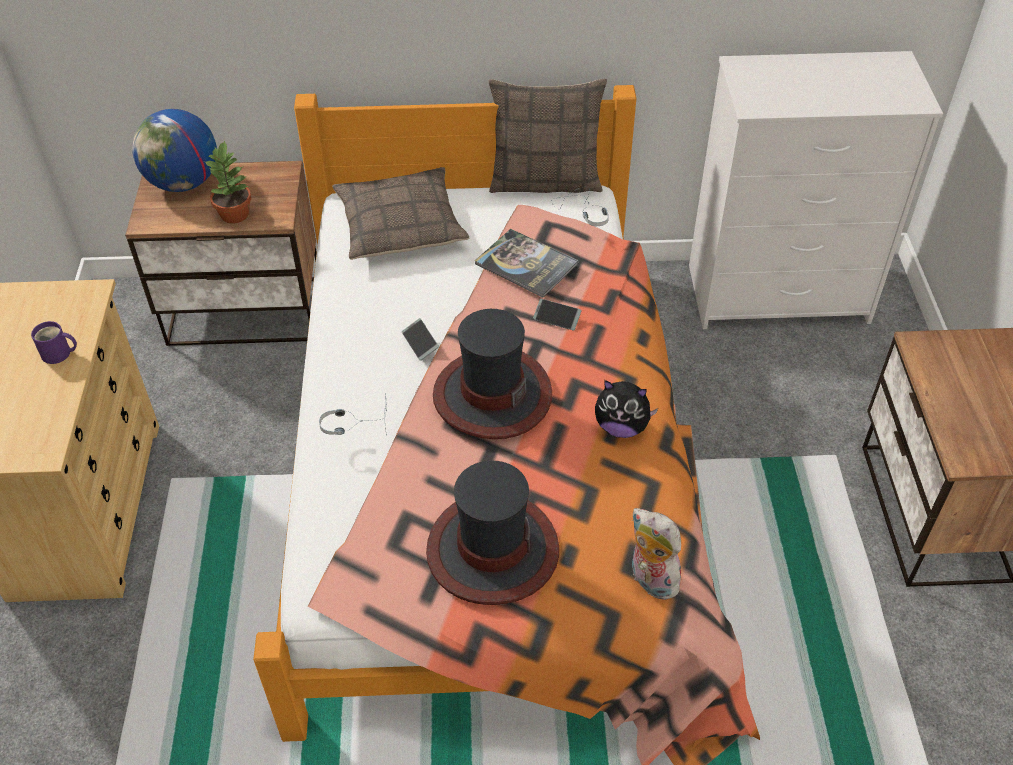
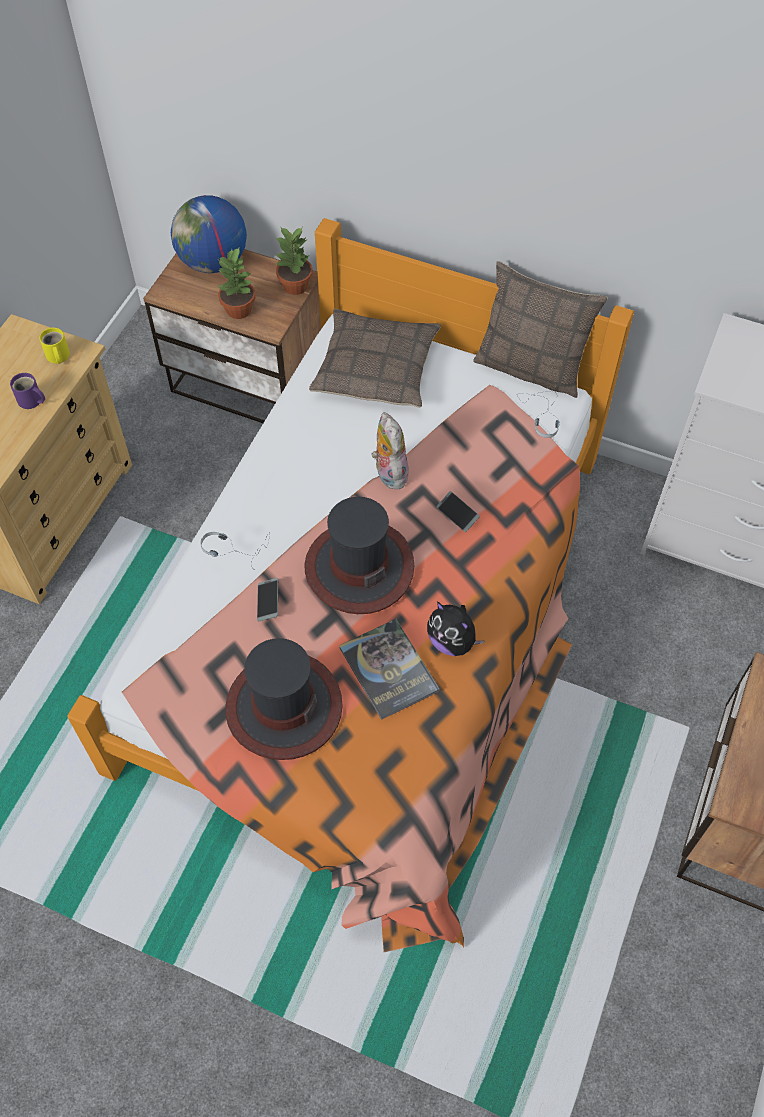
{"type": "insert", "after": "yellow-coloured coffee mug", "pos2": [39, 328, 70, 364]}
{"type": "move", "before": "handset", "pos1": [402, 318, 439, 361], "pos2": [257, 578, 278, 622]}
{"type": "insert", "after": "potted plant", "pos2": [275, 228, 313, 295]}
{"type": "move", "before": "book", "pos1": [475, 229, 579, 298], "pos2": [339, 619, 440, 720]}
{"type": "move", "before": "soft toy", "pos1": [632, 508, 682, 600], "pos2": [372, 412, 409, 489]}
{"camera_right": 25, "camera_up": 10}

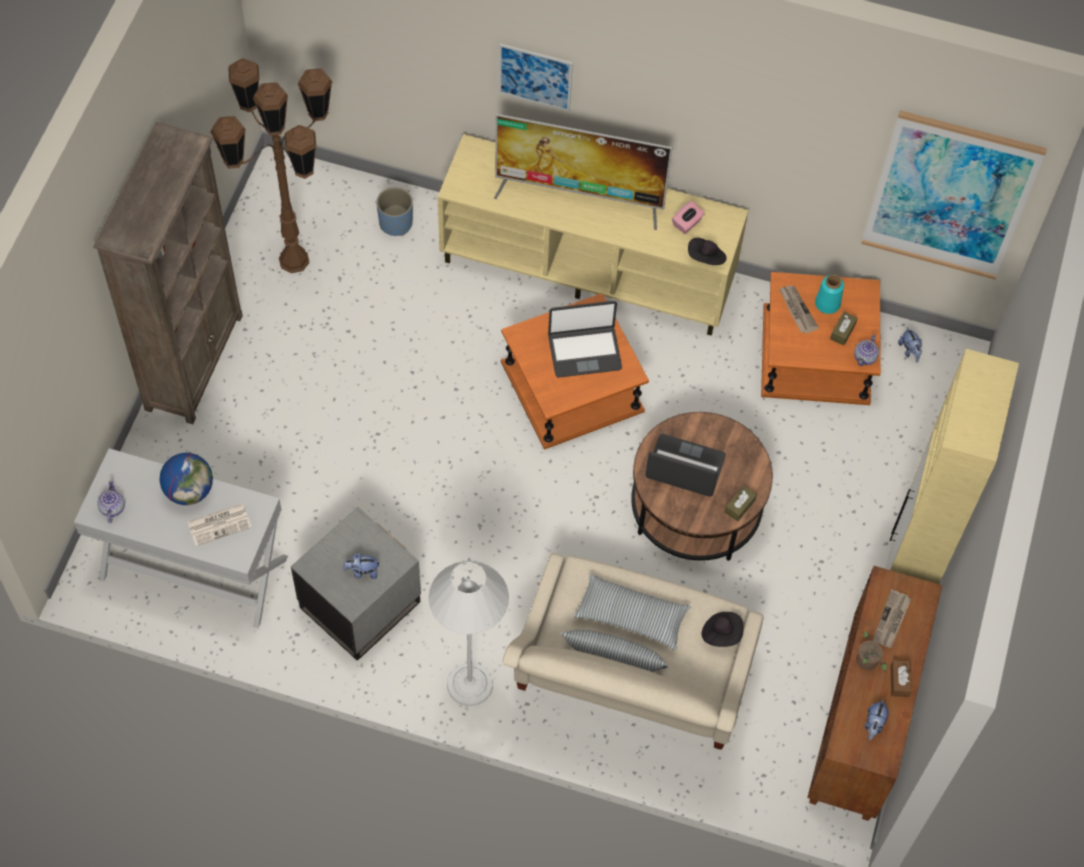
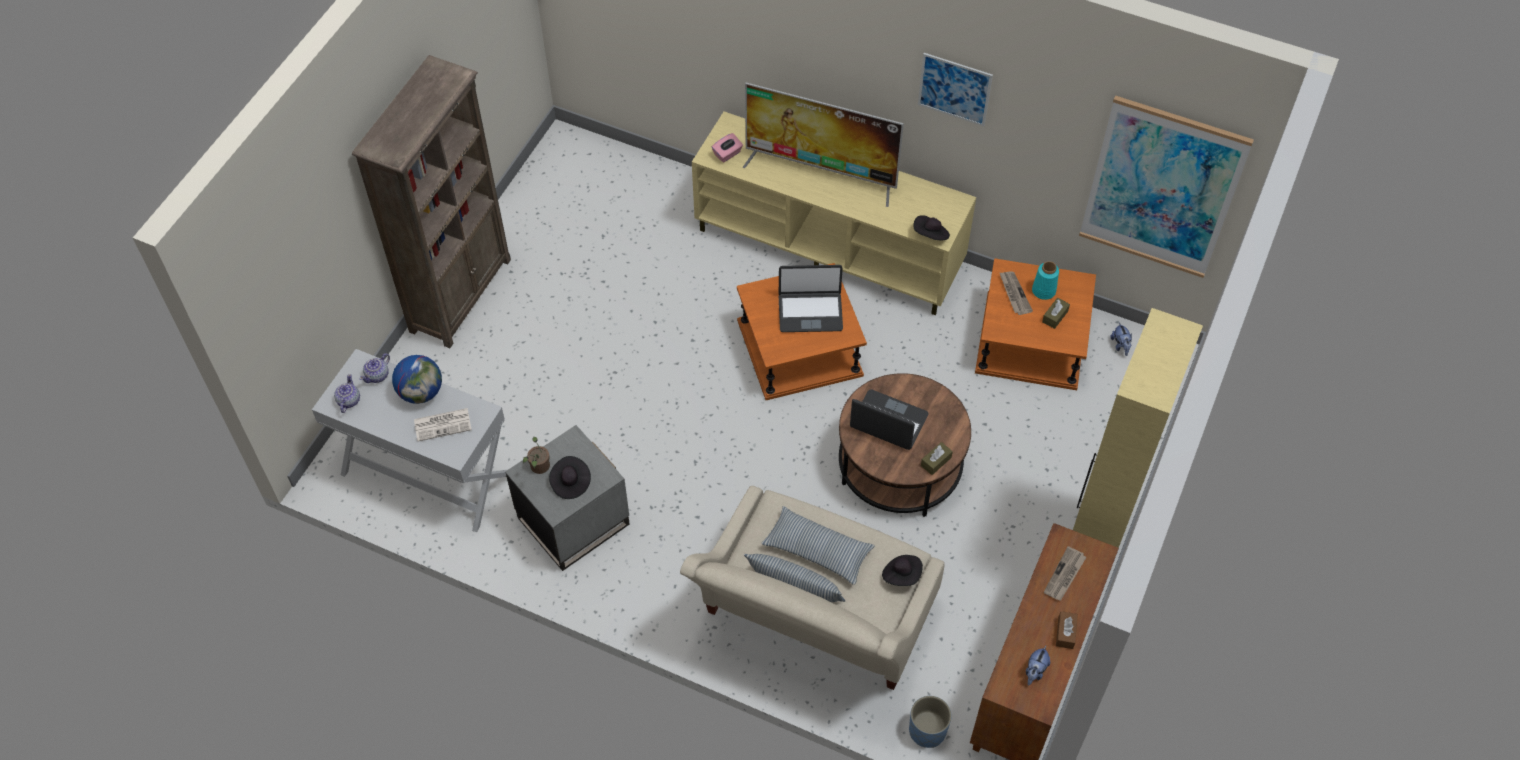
{"type": "move", "before": "tea pot", "pos1": [854, 334, 879, 366], "pos2": [360, 353, 390, 383]}
{"type": "move", "before": "potted plant", "pos1": [856, 632, 887, 672], "pos2": [523, 437, 550, 474]}
{"type": "replace", "before": "soft toy", "after": "black wearable hat", "pos1": [343, 553, 380, 579], "pos2": [549, 456, 591, 499]}
{"type": "move", "before": "pinkish box of tissues", "pos1": [672, 201, 705, 234], "pos2": [712, 133, 743, 162]}
{"type": "move", "before": "blue-coloured flower pot", "pos1": [376, 187, 413, 236], "pos2": [909, 696, 952, 748]}
{"type": "move", "before": "wall art", "pos1": [499, 44, 573, 111], "pos2": [918, 53, 993, 126]}
{"type": "delete", "before": "brown-coloured floor lamp", "pos1": [210, 58, 332, 273]}
{"type": "delete", "before": "whitish floor lamp", "pos1": [429, 561, 509, 706]}
{"camera_right": 10, "camera_up": -5}

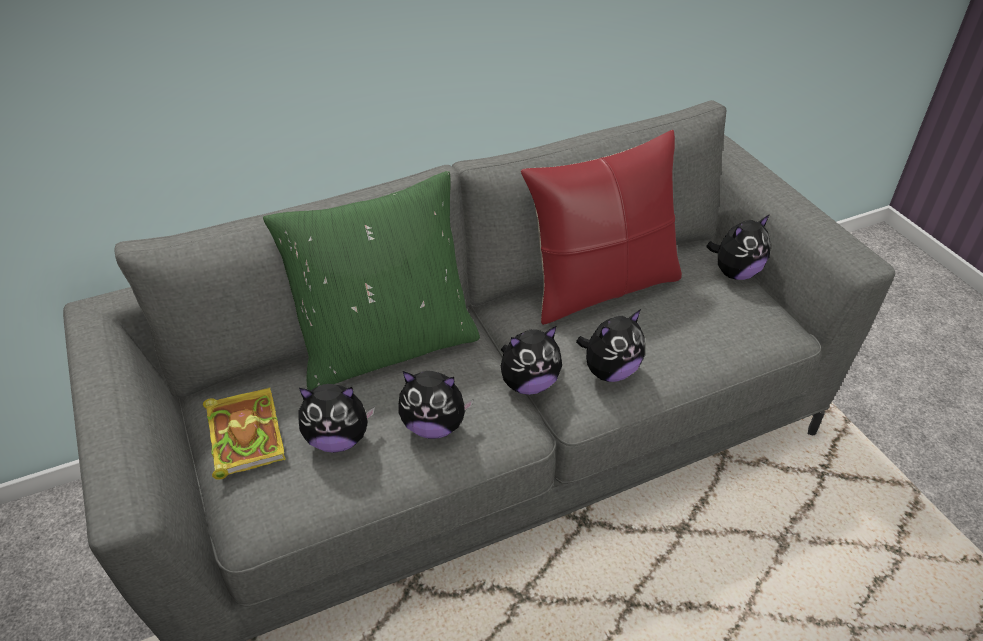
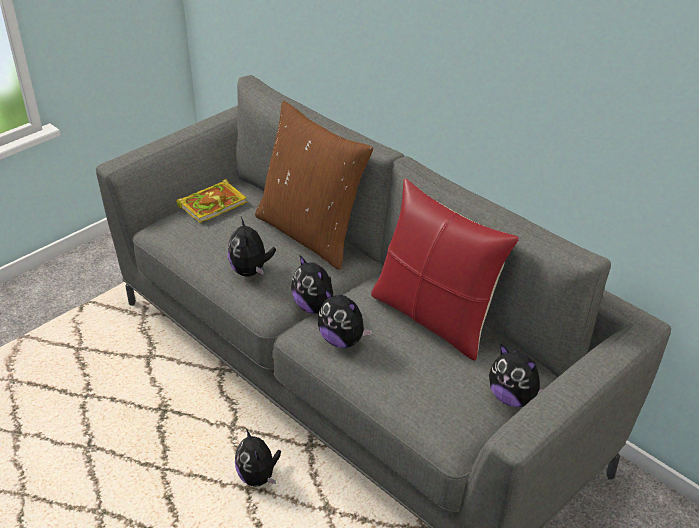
{"type": "move", "before": "soft toy", "pos1": [299, 384, 375, 453], "pos2": [235, 428, 281, 487]}
{"type": "recolor", "before": "green-coloured pillow", "after": "brown-coloured pillow", "pos1": [263, 171, 480, 390], "pos2": [255, 101, 373, 270]}
{"camera_right": 70, "camera_up": -5}

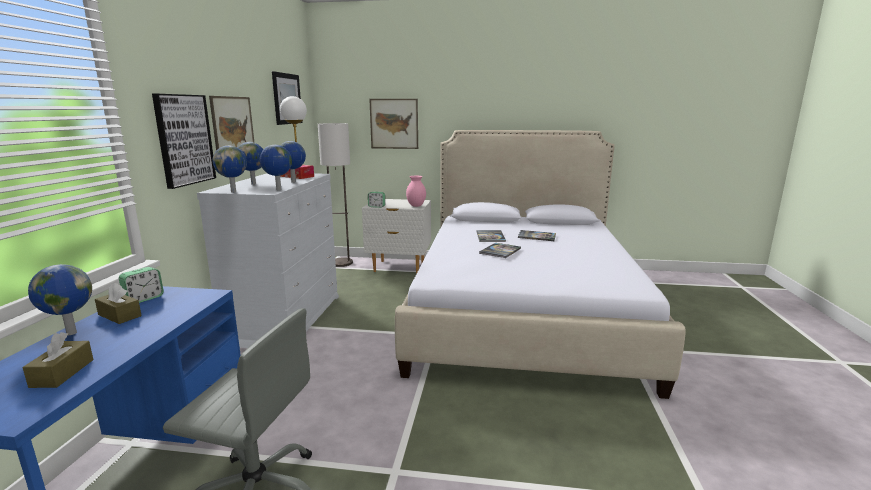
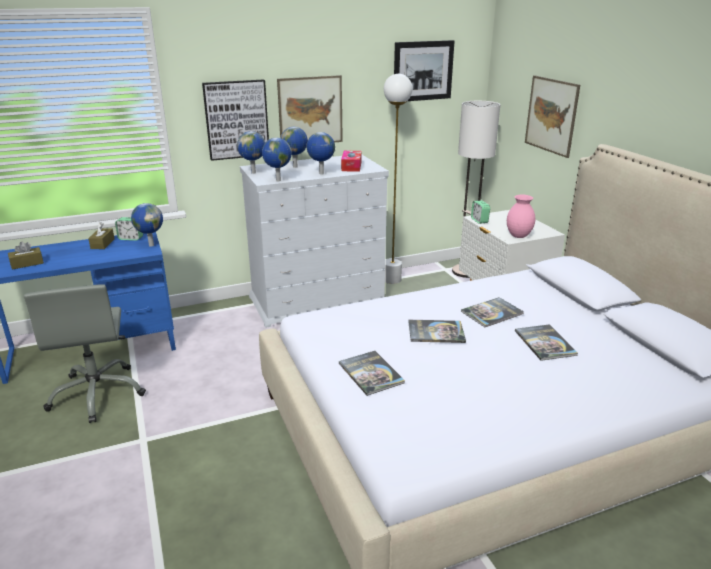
{"type": "move", "before": "globe", "pos1": [28, 264, 92, 335], "pos2": [131, 203, 163, 246]}
{"type": "insert", "after": "book", "pos2": [339, 351, 405, 396]}
{"camera_right": 60, "camera_up": 10}

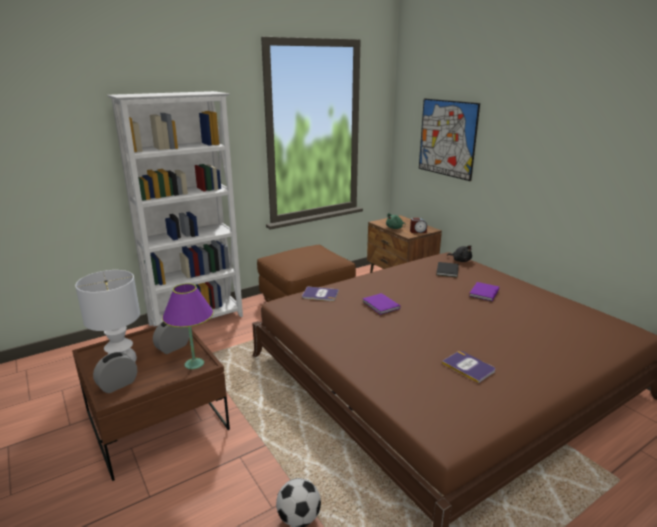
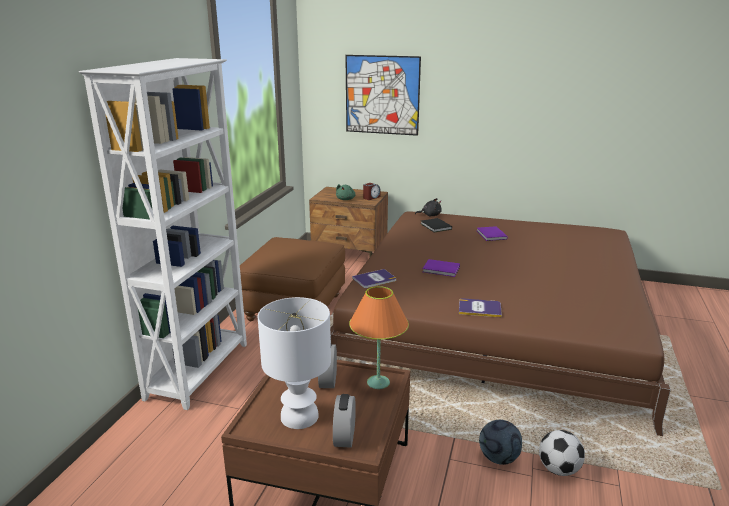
{"type": "recolor", "before": "purplish lamp for a table", "after": "orangey lamp for a table", "pos1": [162, 283, 213, 369], "pos2": [349, 286, 409, 389]}
{"type": "move", "before": "book", "pos1": [442, 351, 495, 383], "pos2": [459, 298, 502, 317]}
{"type": "insert", "after": "football", "pos2": [479, 420, 522, 465]}
{"camera_right": -40, "camera_up": 0}

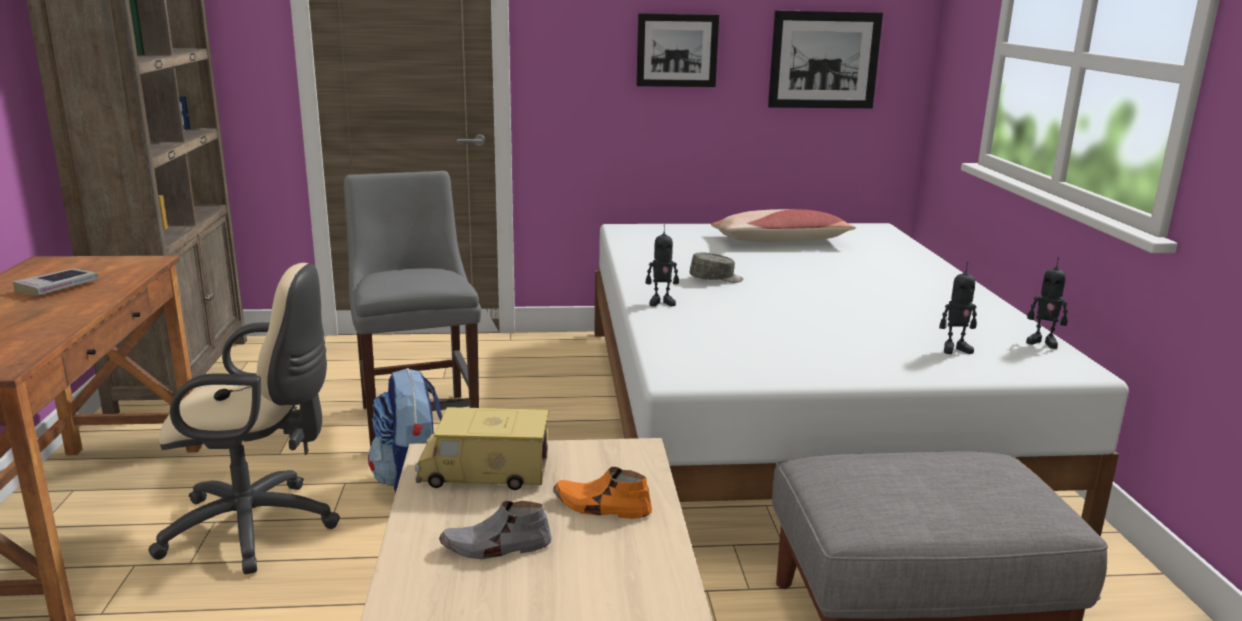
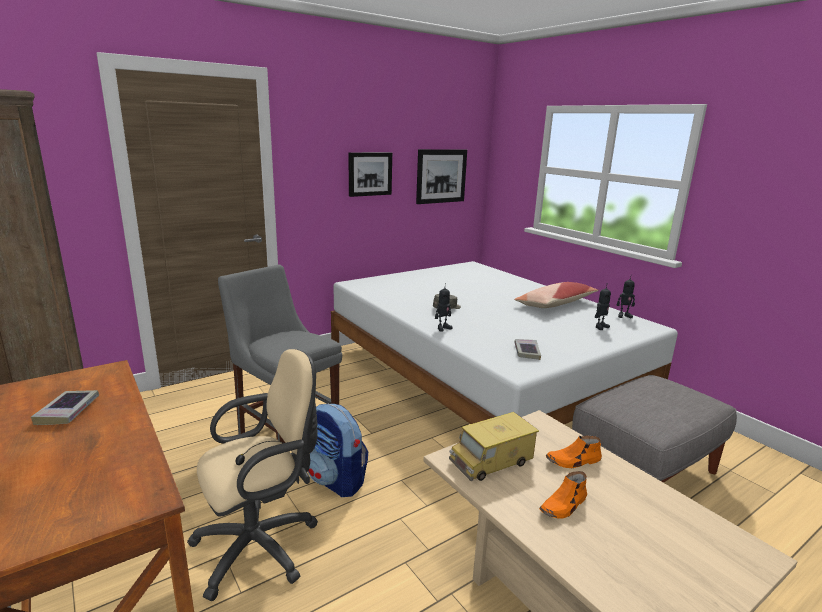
{"type": "move", "before": "pillow", "pos1": [711, 209, 856, 242], "pos2": [514, 282, 598, 308]}
{"type": "insert", "after": "book", "pos2": [514, 339, 541, 360]}
{"type": "recolor", "before": "gray shoe", "after": "orangey shoe", "pos1": [439, 501, 552, 559], "pos2": [539, 471, 587, 518]}
{"camera_right": -30, "camera_up": 0}

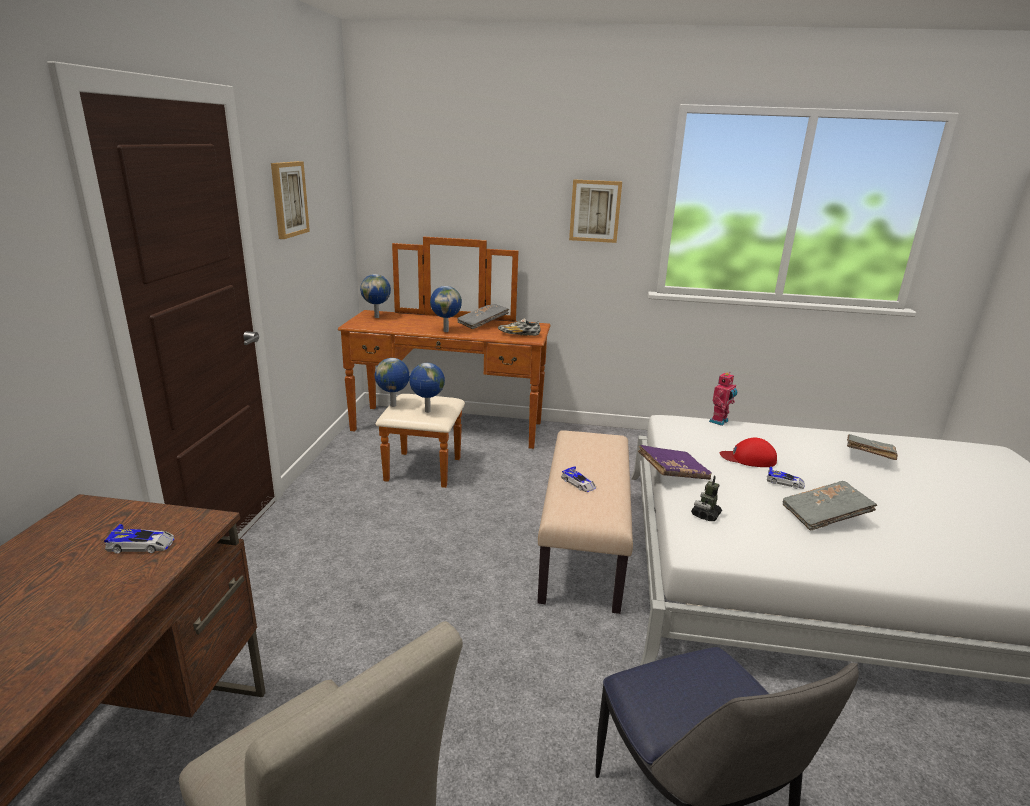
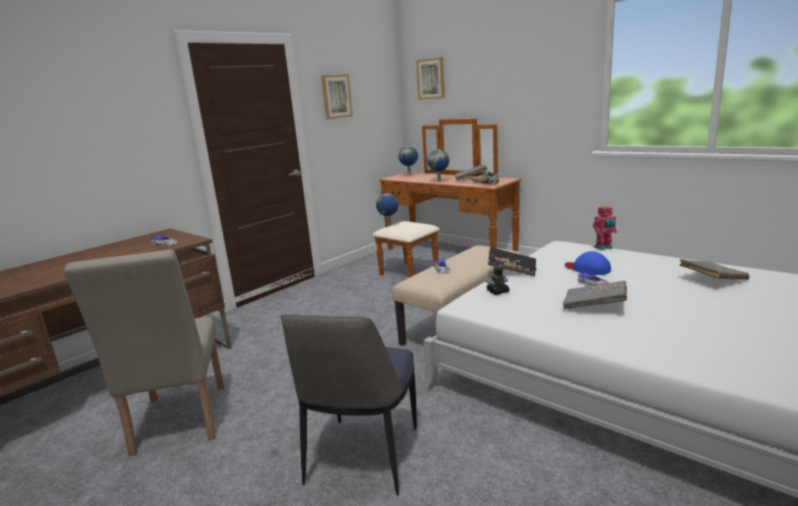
{"type": "move", "before": "wall art", "pos1": [569, 179, 622, 243], "pos2": [416, 57, 445, 100]}
{"type": "recolor", "before": "purplish book", "after": "black book", "pos1": [638, 445, 712, 480], "pos2": [488, 247, 536, 276]}
{"type": "recolor", "before": "reddish peaked cap", "after": "blue-coloured peaked cap", "pos1": [719, 438, 777, 467], "pos2": [565, 251, 611, 275]}
{"type": "delete", "before": "globe", "pos1": [409, 363, 445, 413]}
{"camera_right": 35, "camera_up": -5}

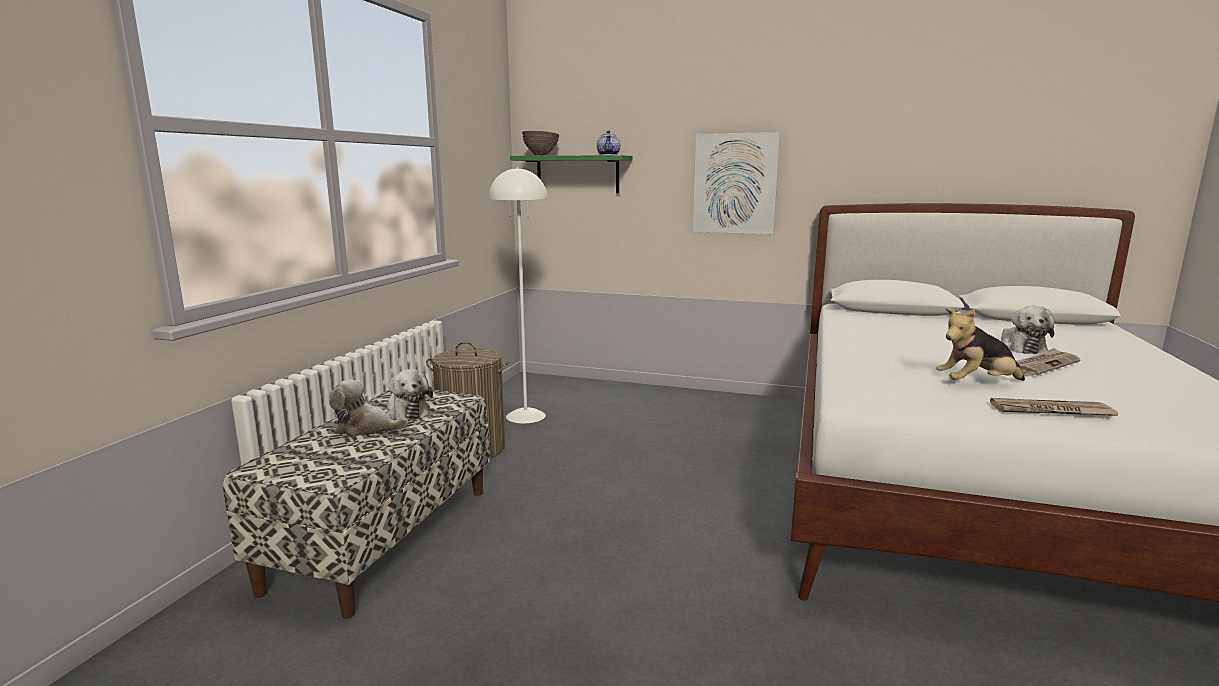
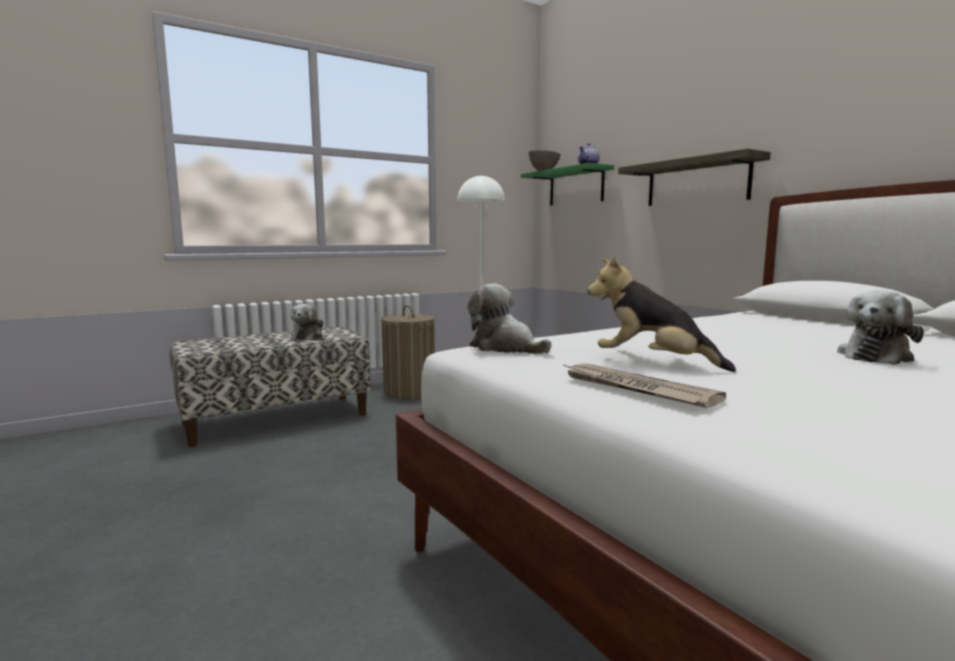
{"type": "move", "before": "soft toy", "pos1": [329, 379, 408, 437], "pos2": [468, 283, 551, 354]}
{"type": "replace", "before": "wall art", "after": "wall shelf", "pos1": [693, 132, 780, 234], "pos2": [618, 149, 771, 206]}
{"type": "delete", "before": "newspaper", "pos1": [1017, 348, 1081, 375]}
{"camera_right": 40, "camera_up": -5}

